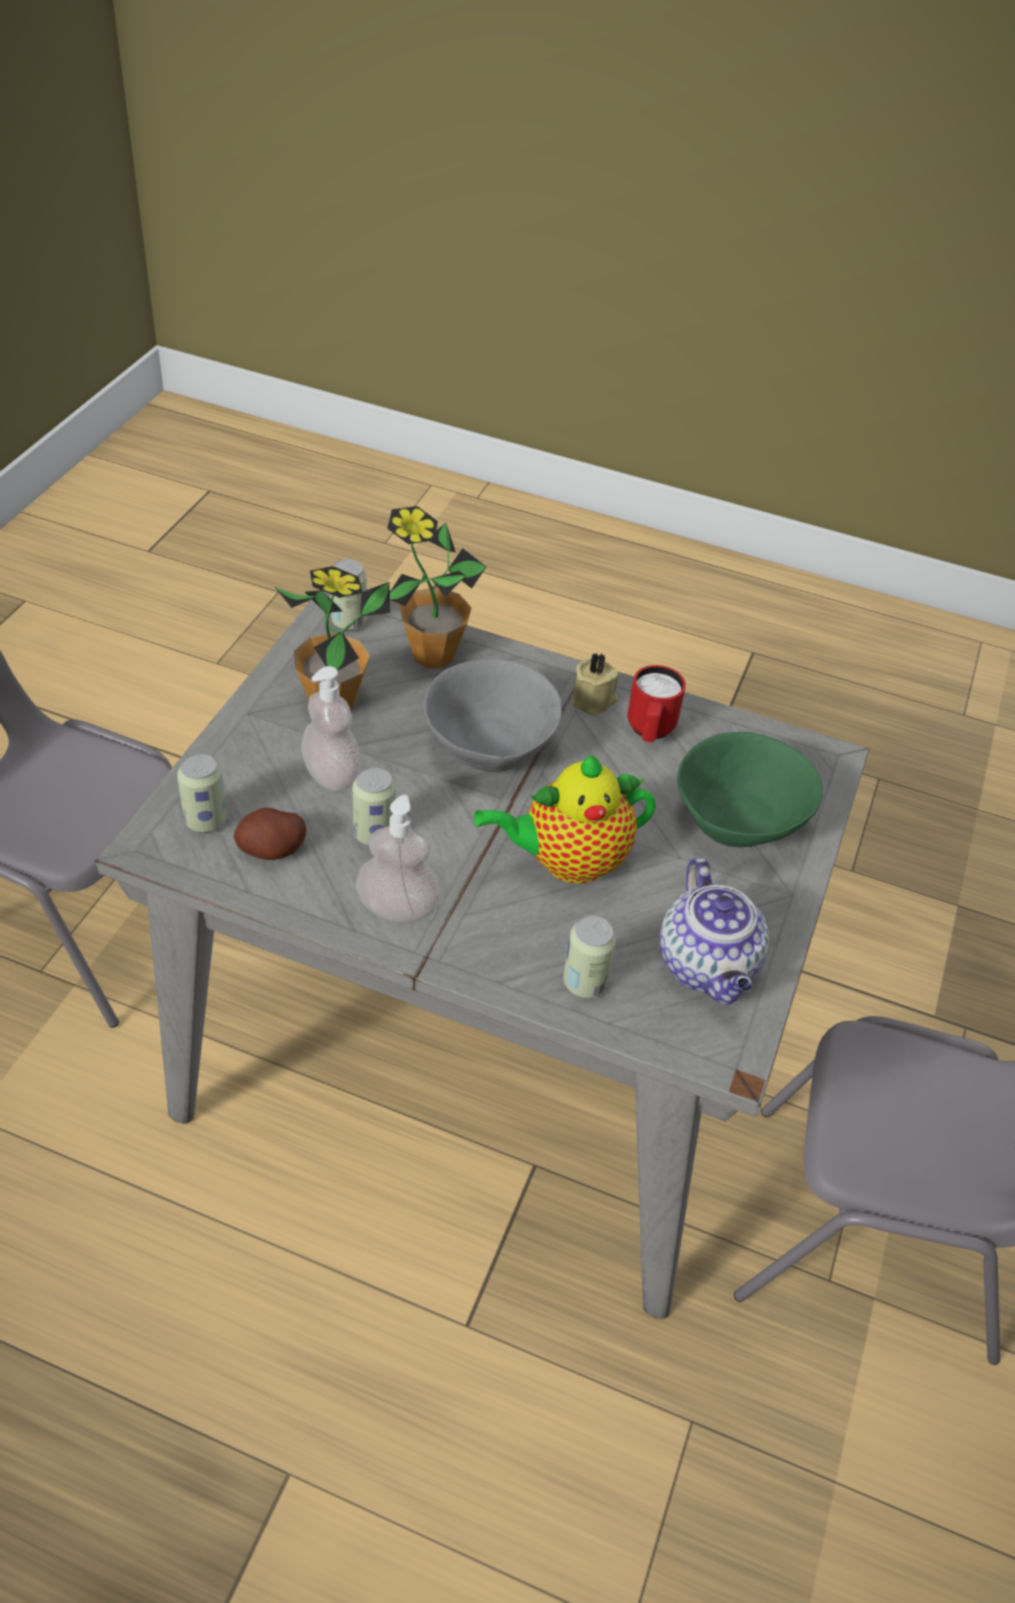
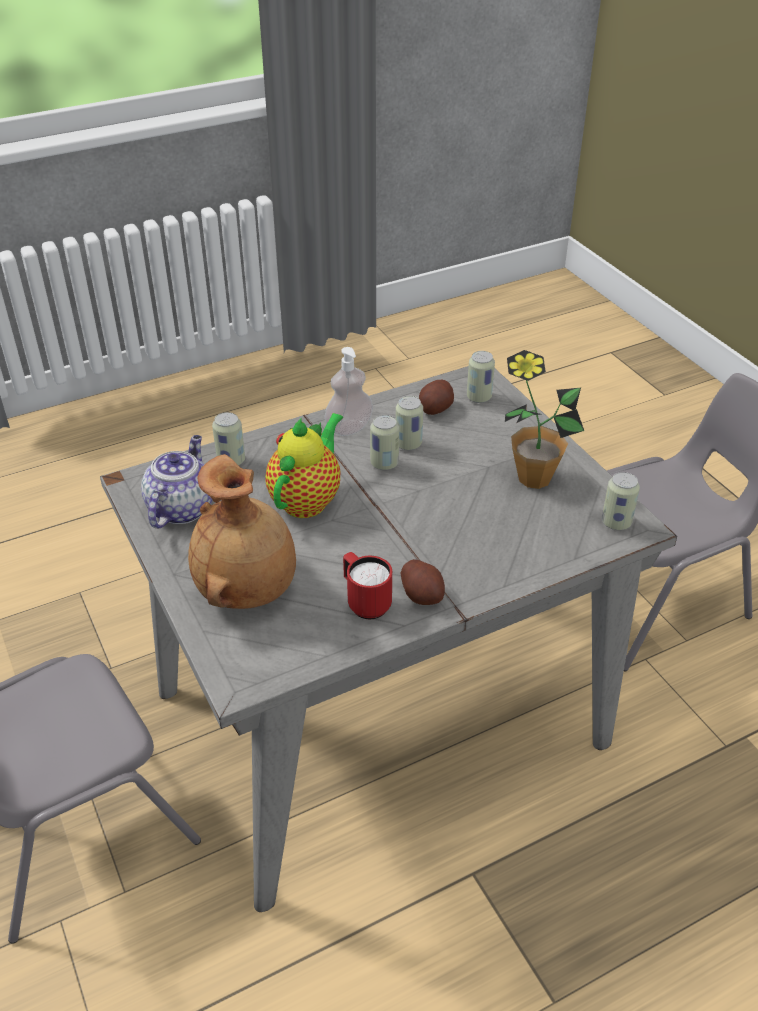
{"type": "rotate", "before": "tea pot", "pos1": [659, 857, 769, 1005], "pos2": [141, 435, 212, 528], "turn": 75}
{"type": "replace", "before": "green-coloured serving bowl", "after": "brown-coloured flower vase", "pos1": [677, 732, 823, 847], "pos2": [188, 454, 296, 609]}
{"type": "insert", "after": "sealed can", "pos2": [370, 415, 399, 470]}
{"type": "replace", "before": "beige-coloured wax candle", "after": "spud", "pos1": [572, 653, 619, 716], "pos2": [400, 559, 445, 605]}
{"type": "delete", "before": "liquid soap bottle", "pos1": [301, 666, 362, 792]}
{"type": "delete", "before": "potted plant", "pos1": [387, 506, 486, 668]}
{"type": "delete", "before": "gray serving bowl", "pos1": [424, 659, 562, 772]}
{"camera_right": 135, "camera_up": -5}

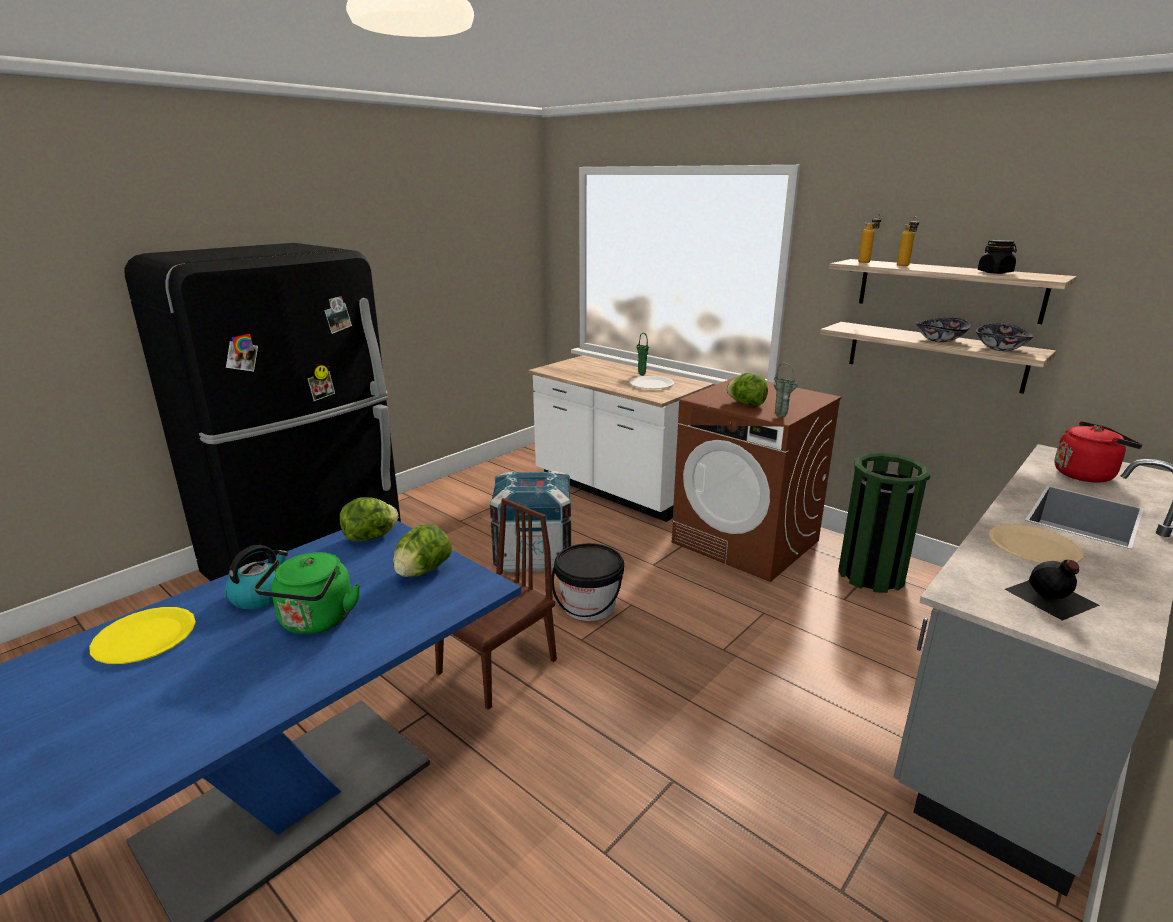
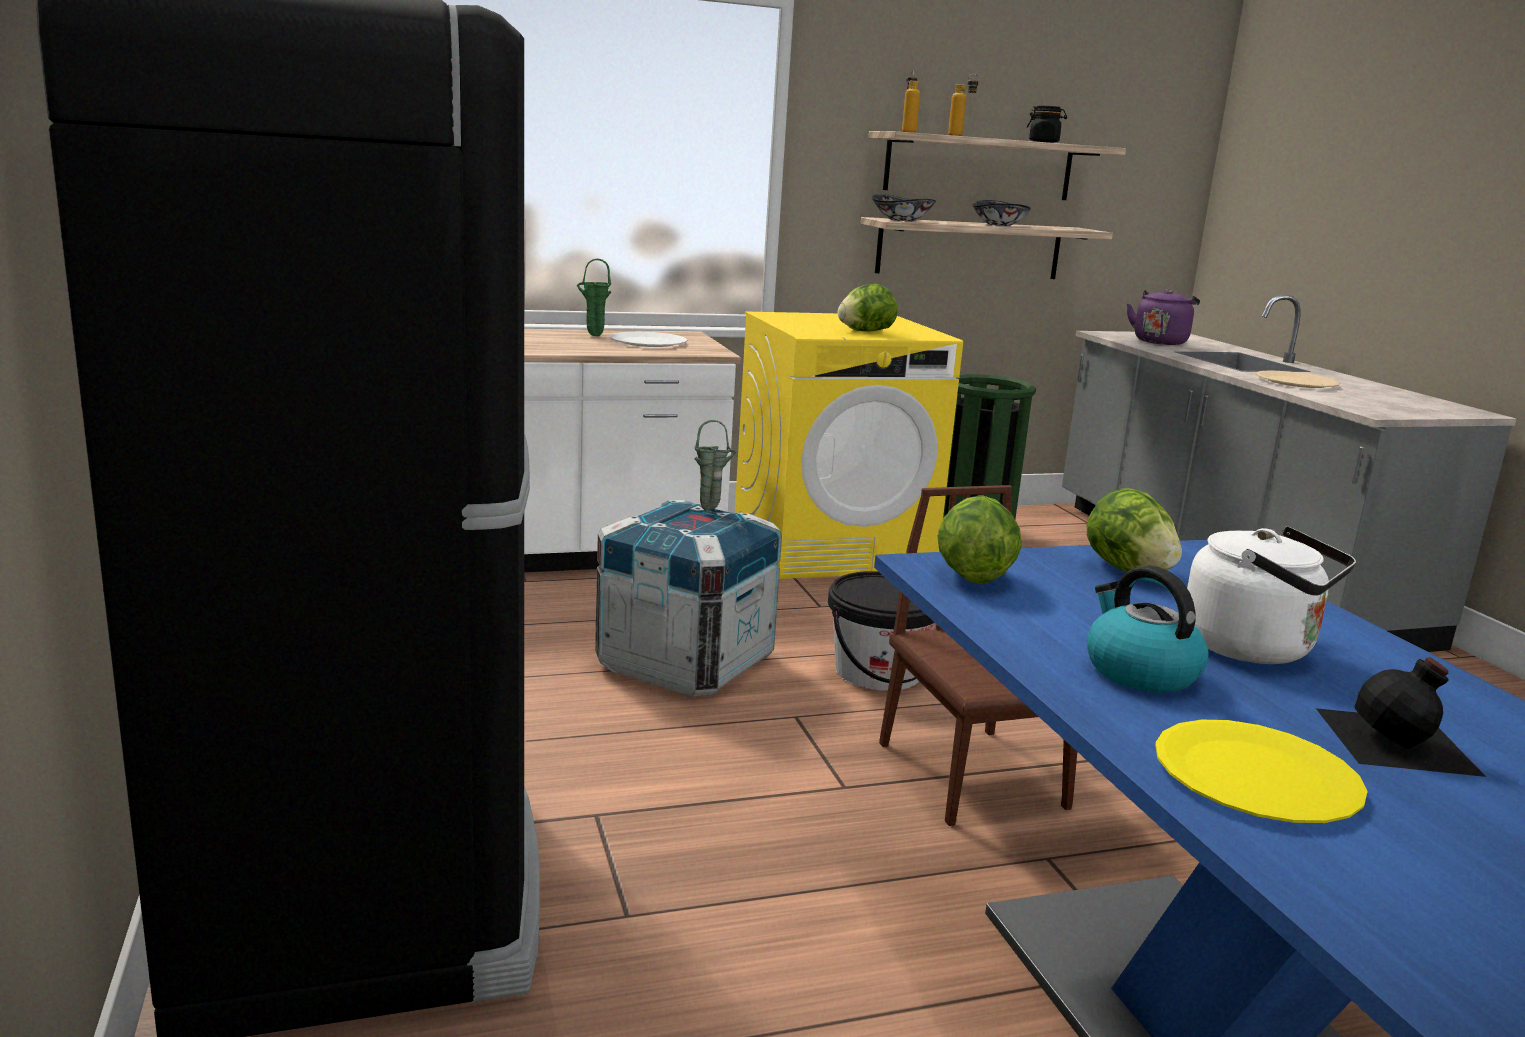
{"type": "move", "before": "green-coloured flower vase", "pos1": [773, 363, 798, 418], "pos2": [694, 420, 736, 510]}
{"type": "recolor", "before": "brown-coloured laundry appliance", "after": "yellow-coloured laundry appliance", "pos1": [672, 376, 842, 582], "pos2": [735, 311, 963, 579]}
{"type": "move", "before": "serving bowl", "pos1": [976, 323, 1033, 351], "pos2": [872, 194, 936, 221]}
{"type": "recolor", "before": "reddish kettle", "after": "purplish kettle", "pos1": [1054, 421, 1143, 483], "pos2": [1127, 289, 1200, 345]}
{"type": "recolor", "before": "green-coloured kettle", "after": "whitish kettle", "pos1": [254, 552, 361, 634], "pos2": [1187, 526, 1356, 664]}
{"type": "move", "before": "black drink bottle", "pos1": [1004, 560, 1100, 621], "pos2": [1316, 657, 1486, 777]}
{"camera_right": -60, "camera_up": -5}

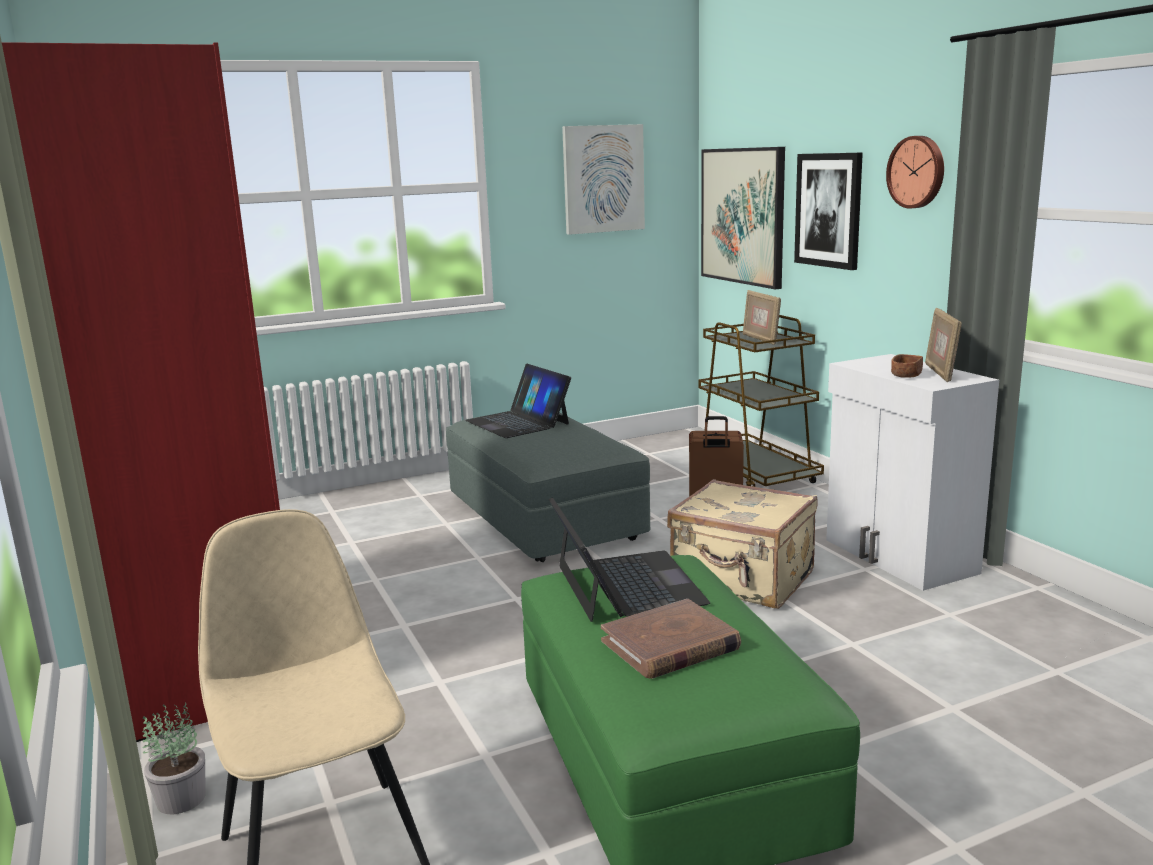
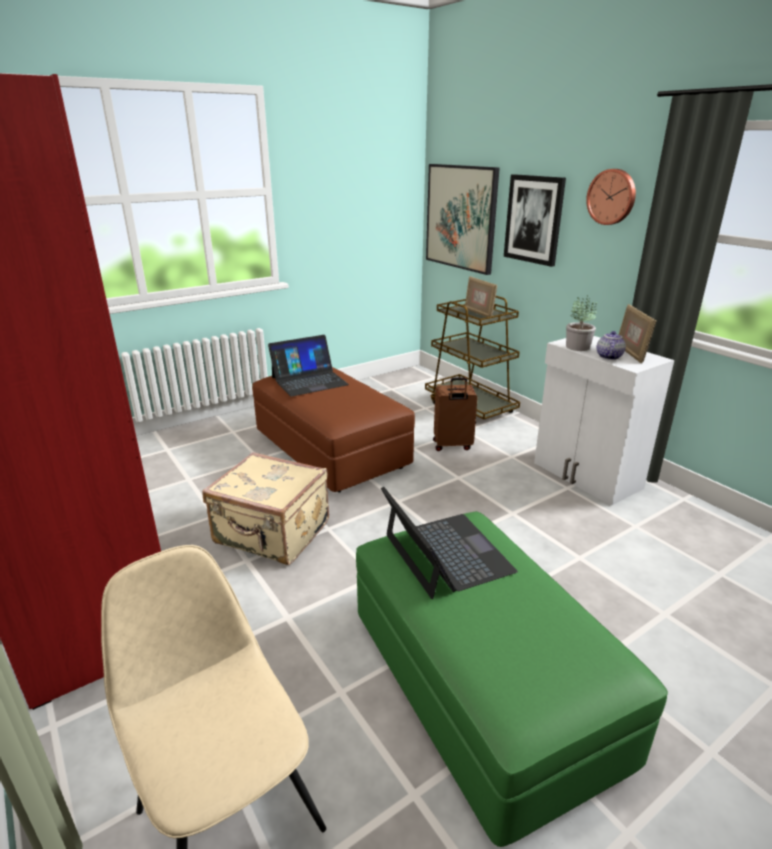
{"type": "move", "before": "beige-coloured travel case", "pos1": [667, 479, 818, 609], "pos2": [203, 452, 329, 565]}
{"type": "recolor", "before": "gray footrest", "after": "brown-coloured footrest", "pos1": [446, 412, 650, 562], "pos2": [252, 367, 415, 492]}
{"type": "rotate", "before": "notebook computer", "pos1": [465, 364, 571, 438], "pos2": [268, 335, 349, 397], "turn": -75}
{"type": "move", "before": "potted plant", "pos1": [142, 701, 206, 814], "pos2": [566, 295, 597, 351]}
{"type": "replace", "before": "brown-coloured serving bowl", "after": "tea pot", "pos1": [891, 354, 923, 378], "pos2": [597, 331, 626, 360]}
{"type": "delete", "before": "wall art", "pos1": [562, 124, 645, 235]}
{"type": "delete", "before": "brown-coloured book", "pos1": [601, 599, 741, 679]}
{"camera_right": -10, "camera_up": 10}

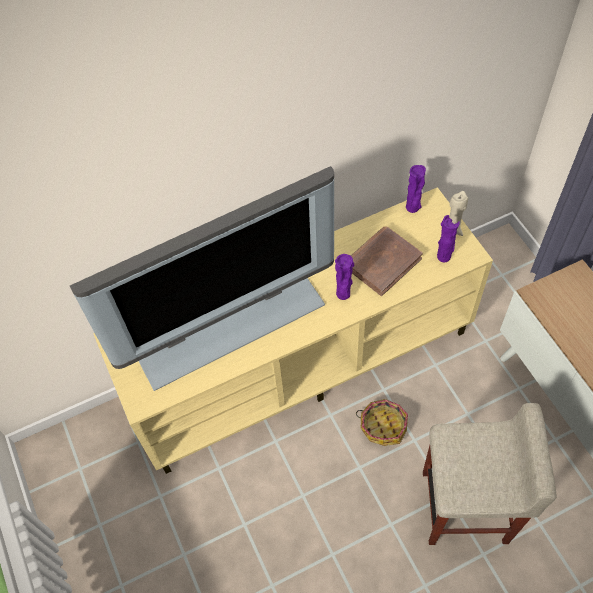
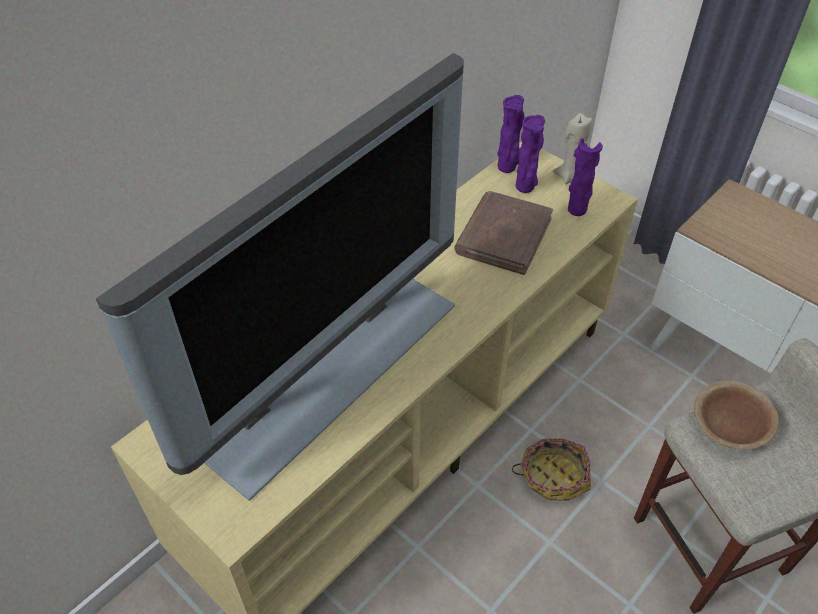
{"type": "move", "before": "purplish flower vase", "pos1": [335, 254, 354, 300], "pos2": [516, 115, 545, 193]}
{"type": "insert", "after": "brown-coloured serving bowl", "pos2": [694, 380, 779, 450]}
{"camera_right": -25, "camera_up": -10}

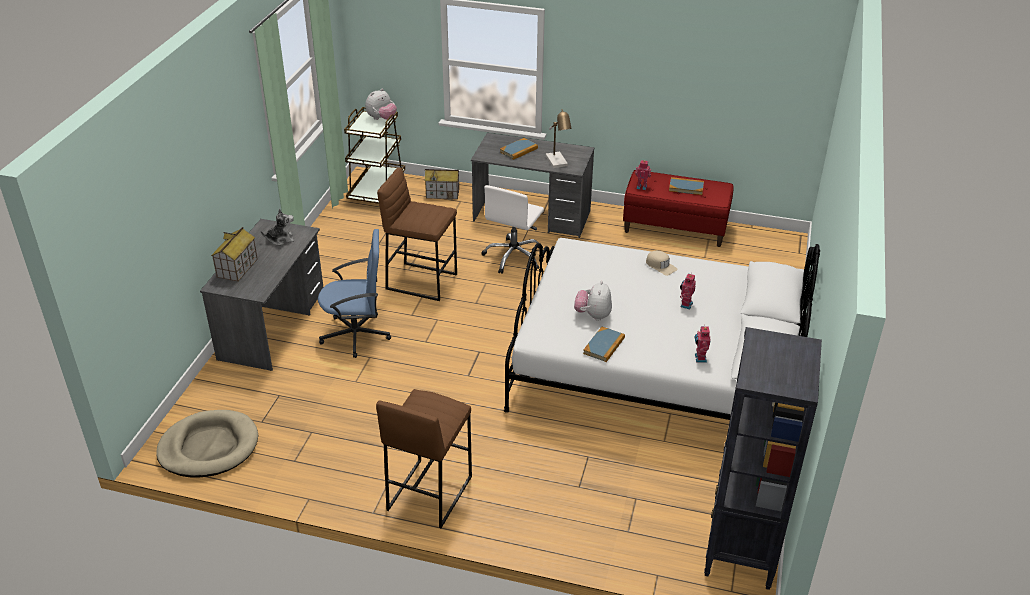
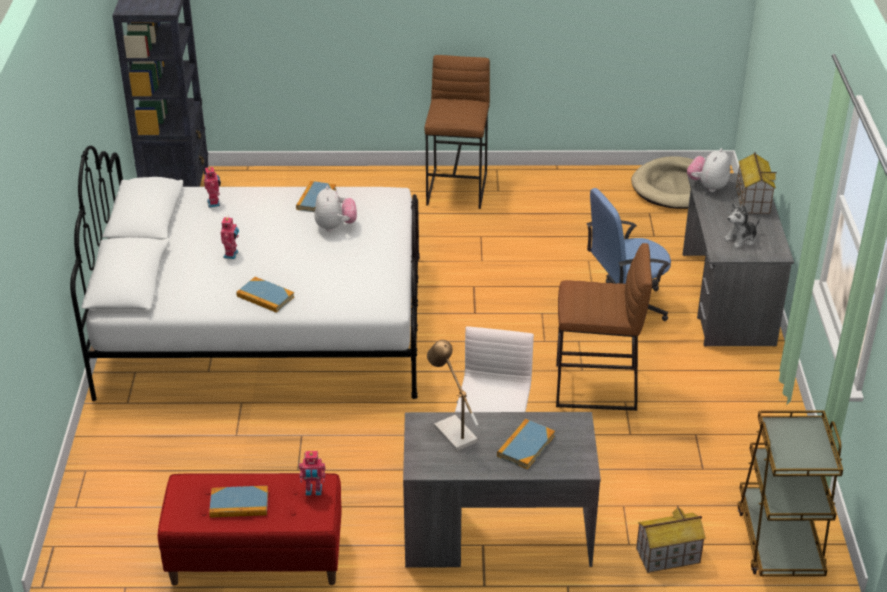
{"type": "replace", "before": "beige-coloured peaked cap", "after": "book", "pos1": [646, 251, 678, 276], "pos2": [236, 277, 295, 313]}
{"type": "move", "before": "soft toy", "pos1": [365, 88, 397, 120], "pos2": [687, 148, 730, 192]}
{"camera_right": 165, "camera_up": 0}

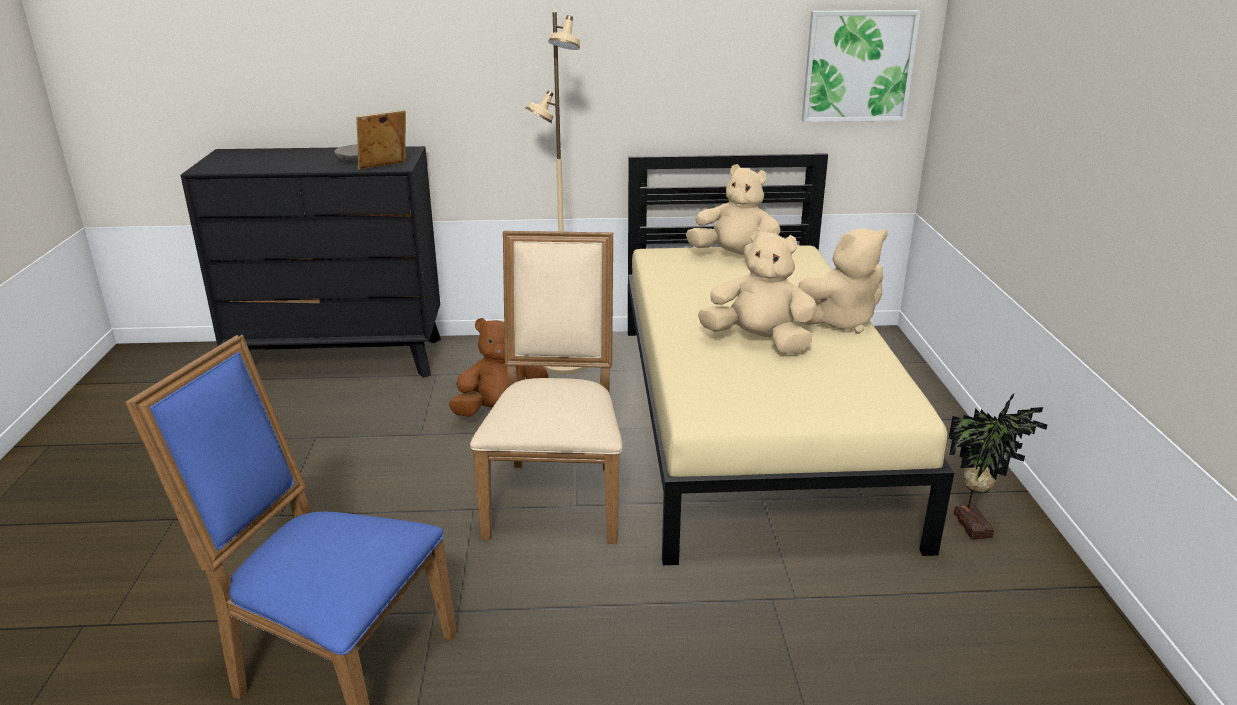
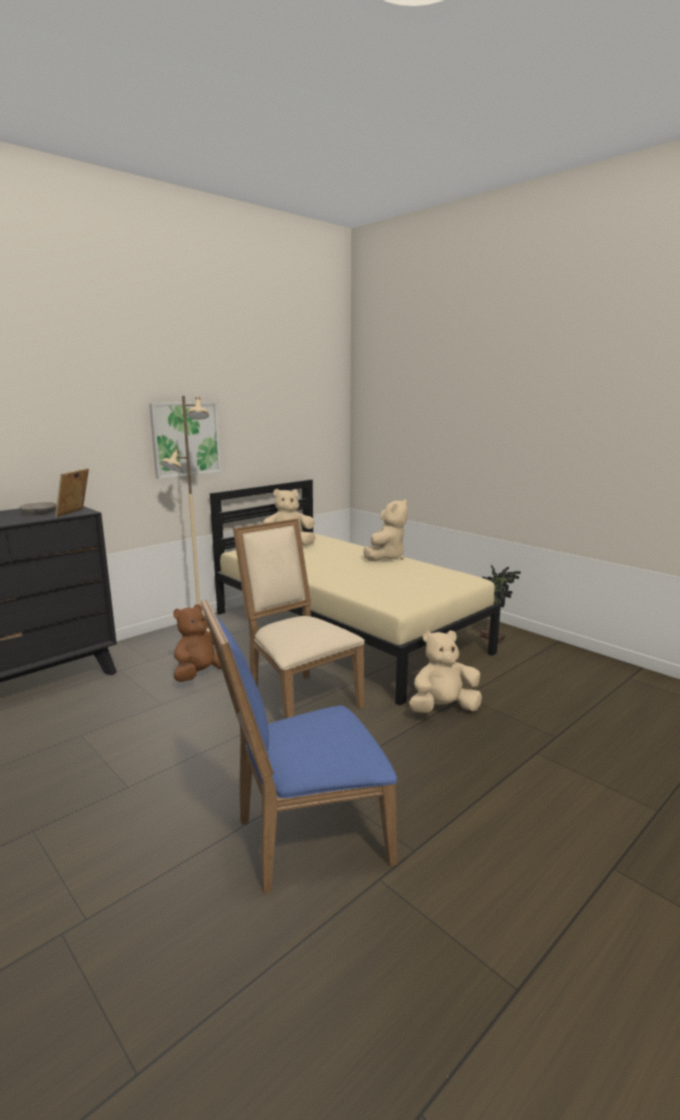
{"type": "move", "before": "wall art", "pos1": [802, 10, 921, 122], "pos2": [149, 402, 221, 479]}
{"type": "move", "before": "beige-coloured soft toy", "pos1": [698, 227, 818, 354], "pos2": [409, 630, 482, 713]}
{"camera_right": -40, "camera_up": -10}

